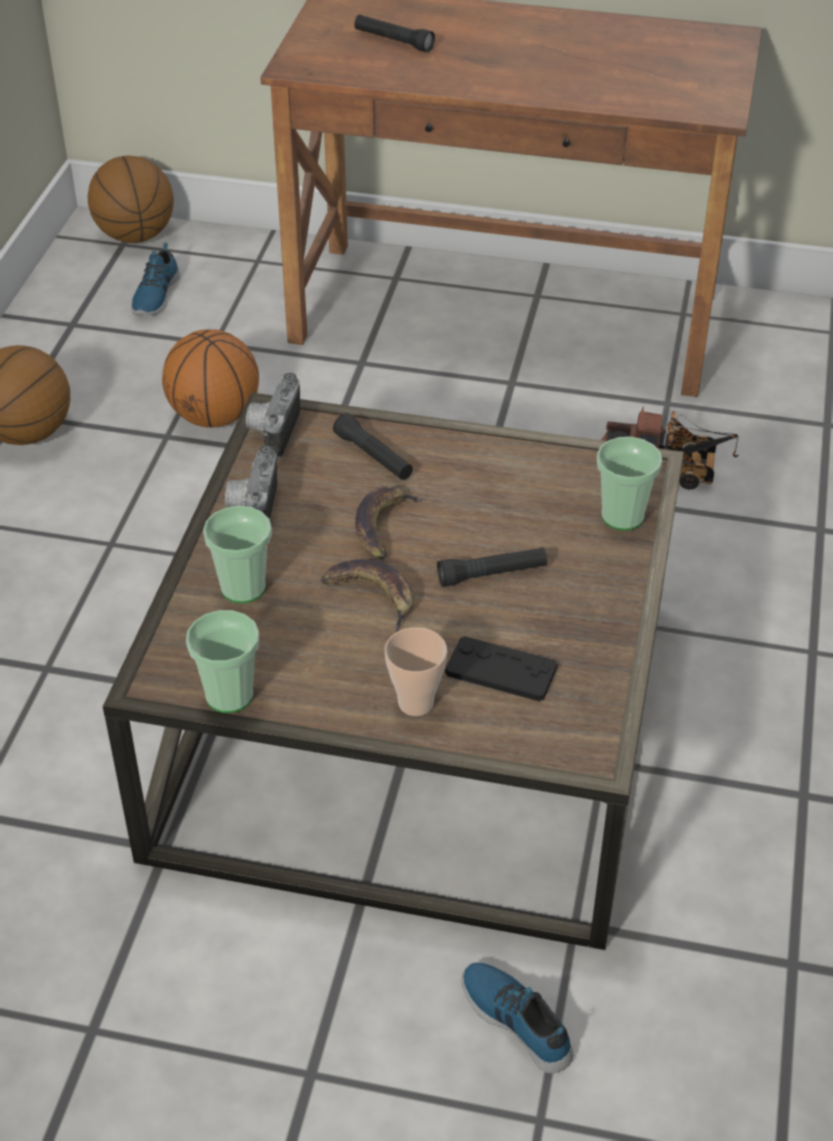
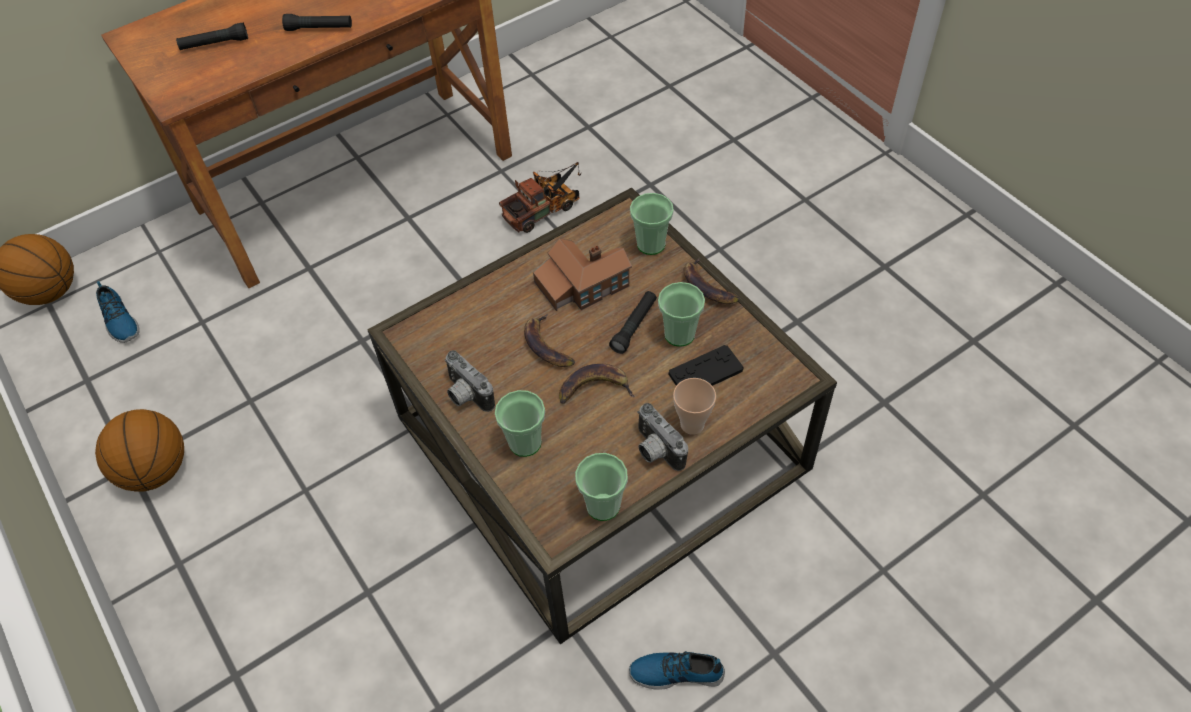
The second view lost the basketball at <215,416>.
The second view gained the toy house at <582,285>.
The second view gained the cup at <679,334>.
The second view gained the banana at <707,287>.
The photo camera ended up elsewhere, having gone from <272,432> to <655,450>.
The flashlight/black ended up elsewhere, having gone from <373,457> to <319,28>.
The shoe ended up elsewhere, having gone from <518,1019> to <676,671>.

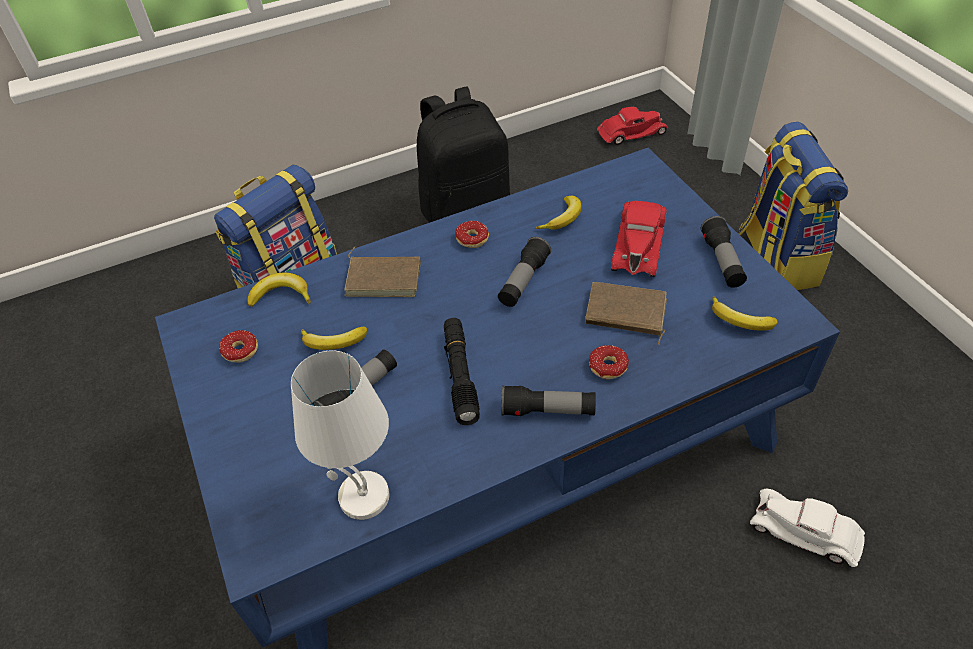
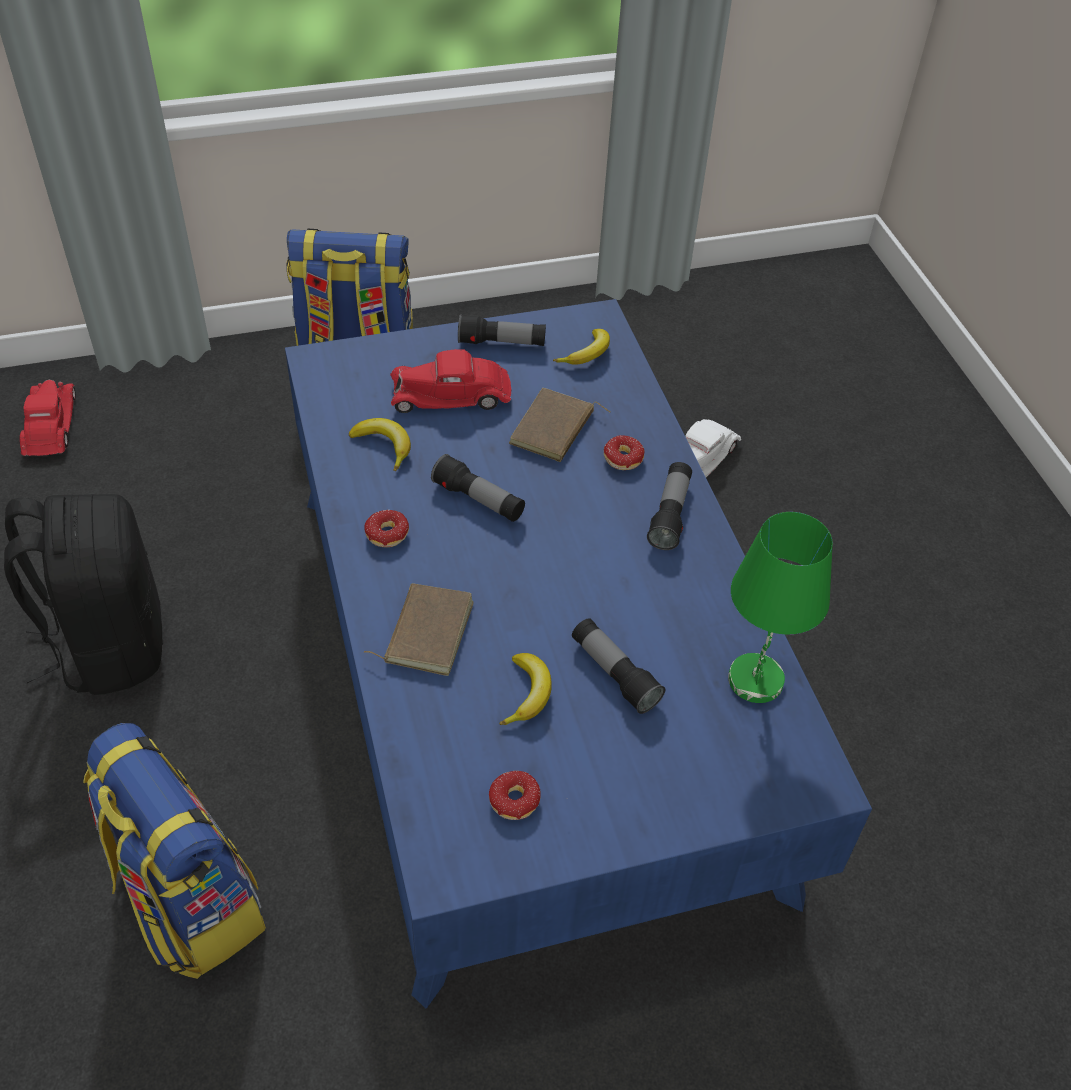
The second view lost the banana at <281,295>.
The second view lost the flashlight/black at <460,375>.
What was the table lamp/white at <362,497> turned into the table lamp/green at <756,681>.
The toy car/red at <638,243> ended up facing another way, 150 degrees clockwise from before.

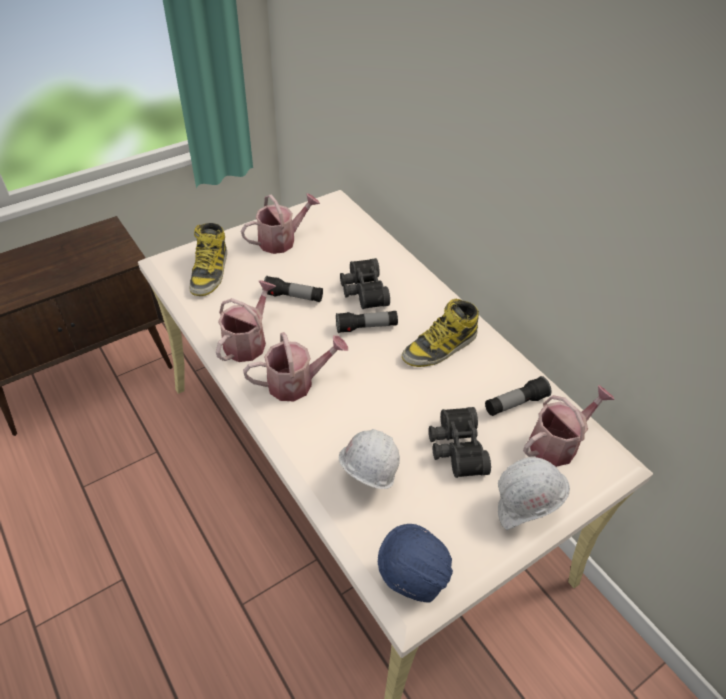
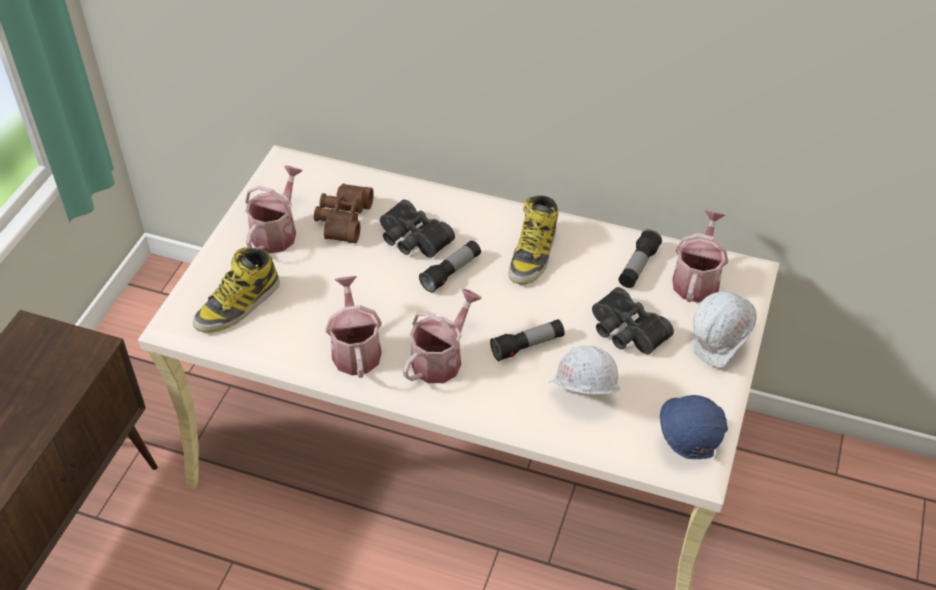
The second view gained the binoculars/brown at <342,220>.
The flashlight ended up elsewhere, having gone from <293,297> to <527,346>.
The boot at <210,271> ended up facing another way, 75 degrees clockwise from before.

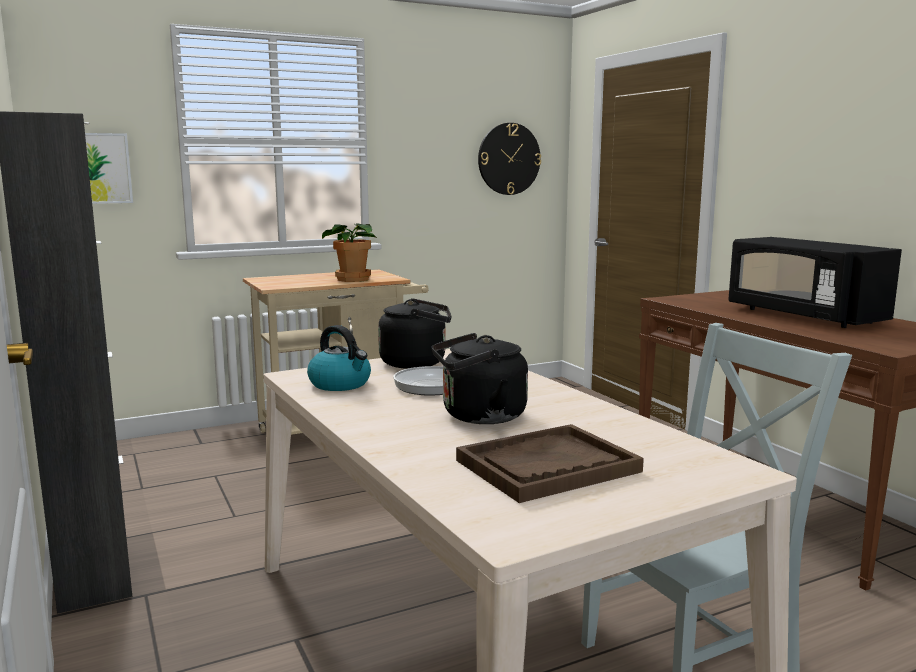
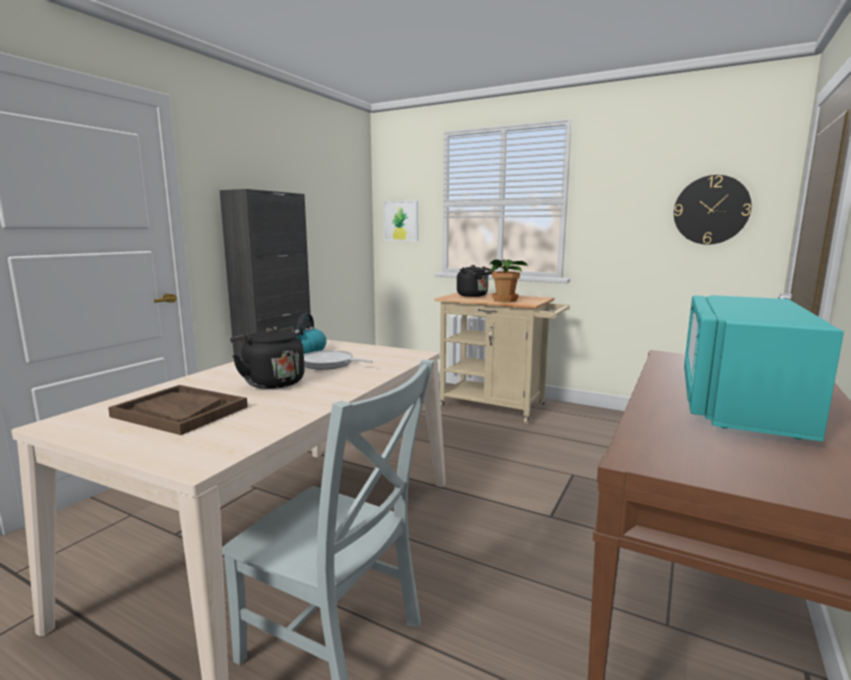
The kettle/black ended up elsewhere, having gone from <417,363> to <474,296>.
What was the microwave/black at <802,316> turned into the microwave/turquoise at <739,404>.

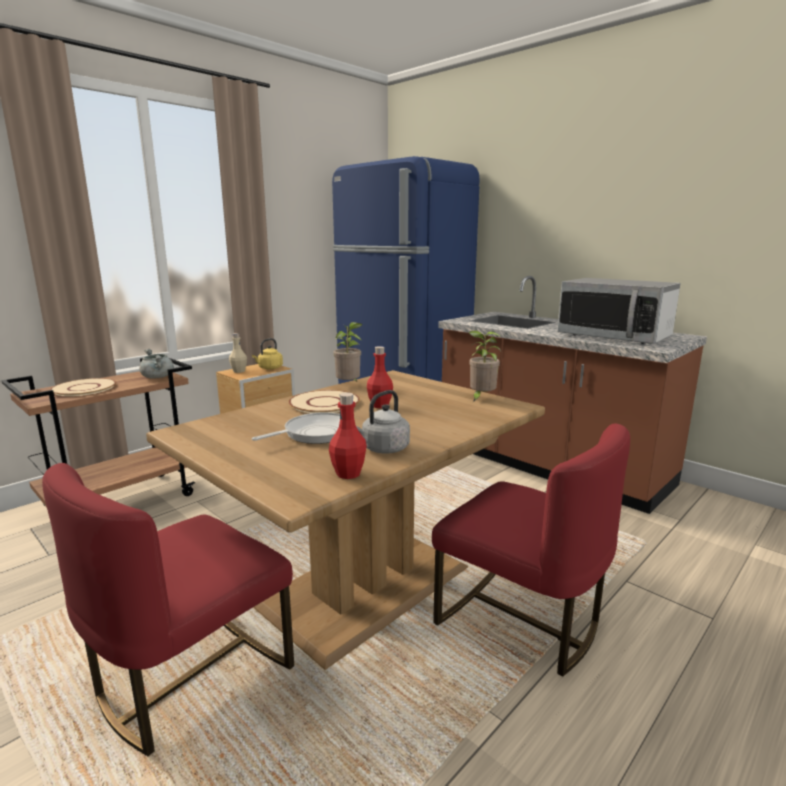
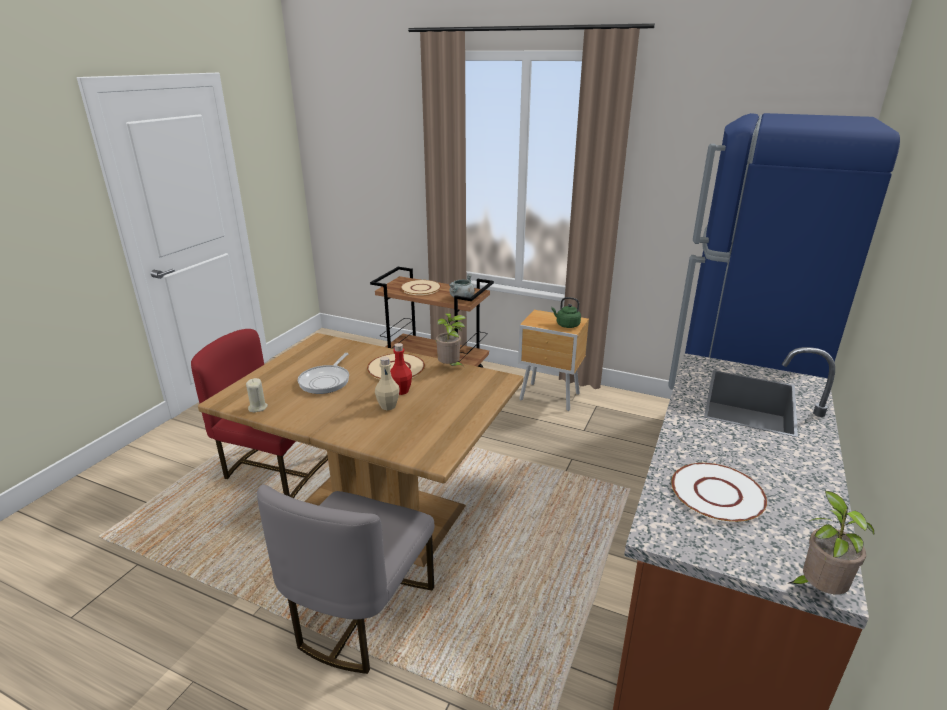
The second view lost the kettle/grey at <383,449>.
The bottle/beige ended up elsewhere, having gone from <239,371> to <388,406>.
The potted plant ended up elsewhere, having gone from <481,398> to <817,590>.
Where the bottle/red stood at <348,474>, the candle/beige came to stand at <257,407>.
Where the microwave stood at <614,337>, the plate/white came to stand at <717,494>.
What was the kettle/yellow at <269,368> turned into the kettle/green at <566,325>.
What was the chair/red at <521,620> turned into the chair/grey at <360,614>.
The frying pan at <315,434> ended up facing another way, 75 degrees clockwise from before.

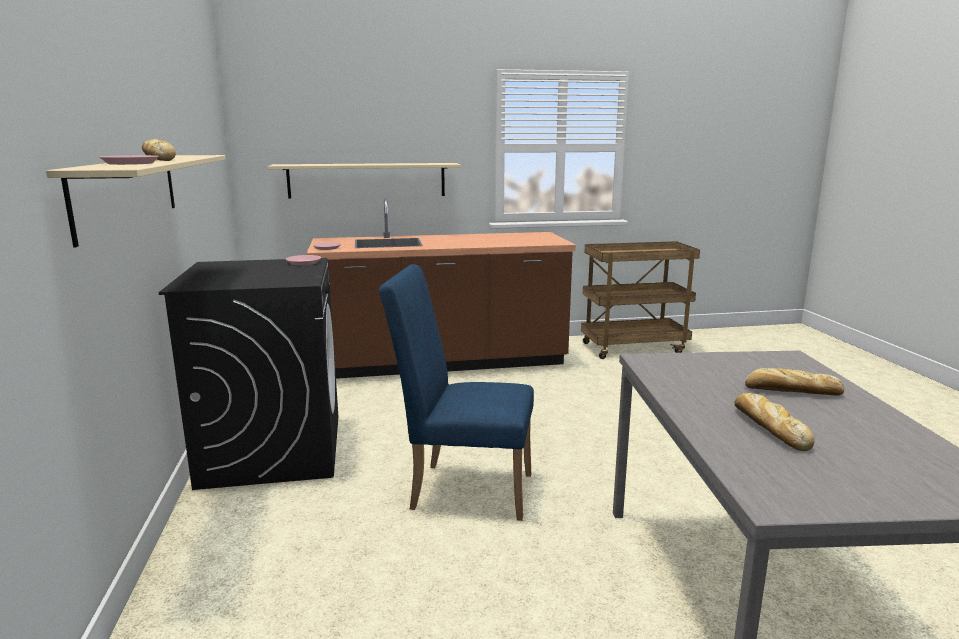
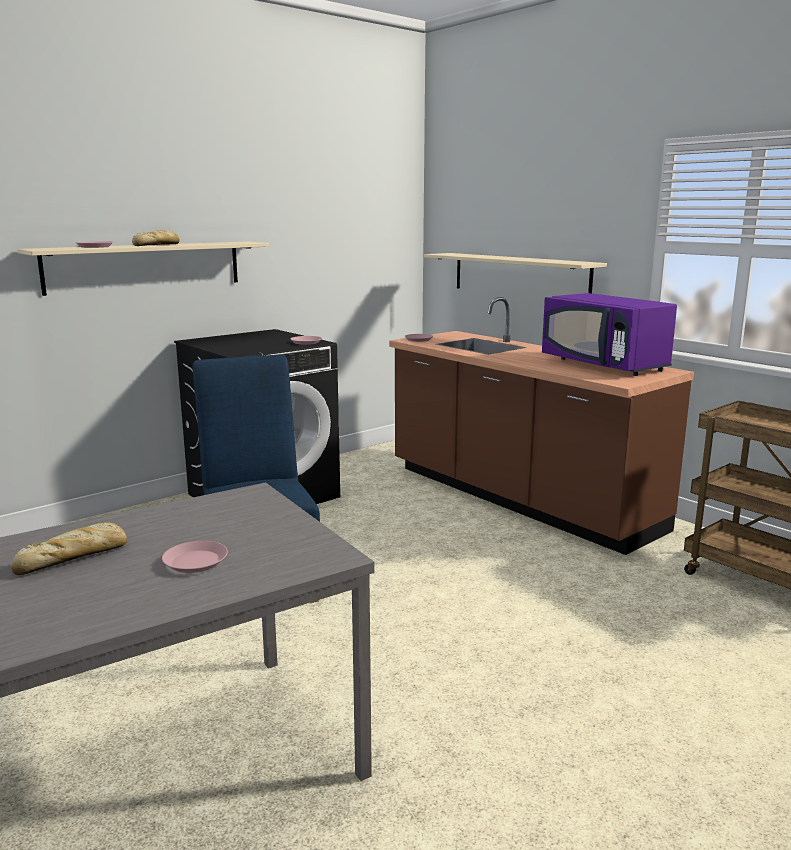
The second view gained the microwave/purple at <604,365>.
Where the bread stood at <791,391>, the plate/pink came to stand at <195,562>.

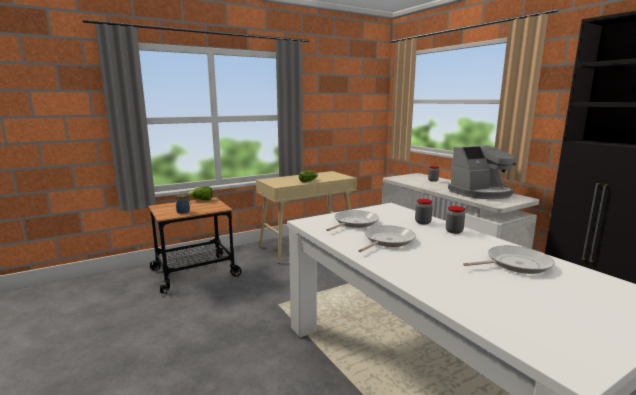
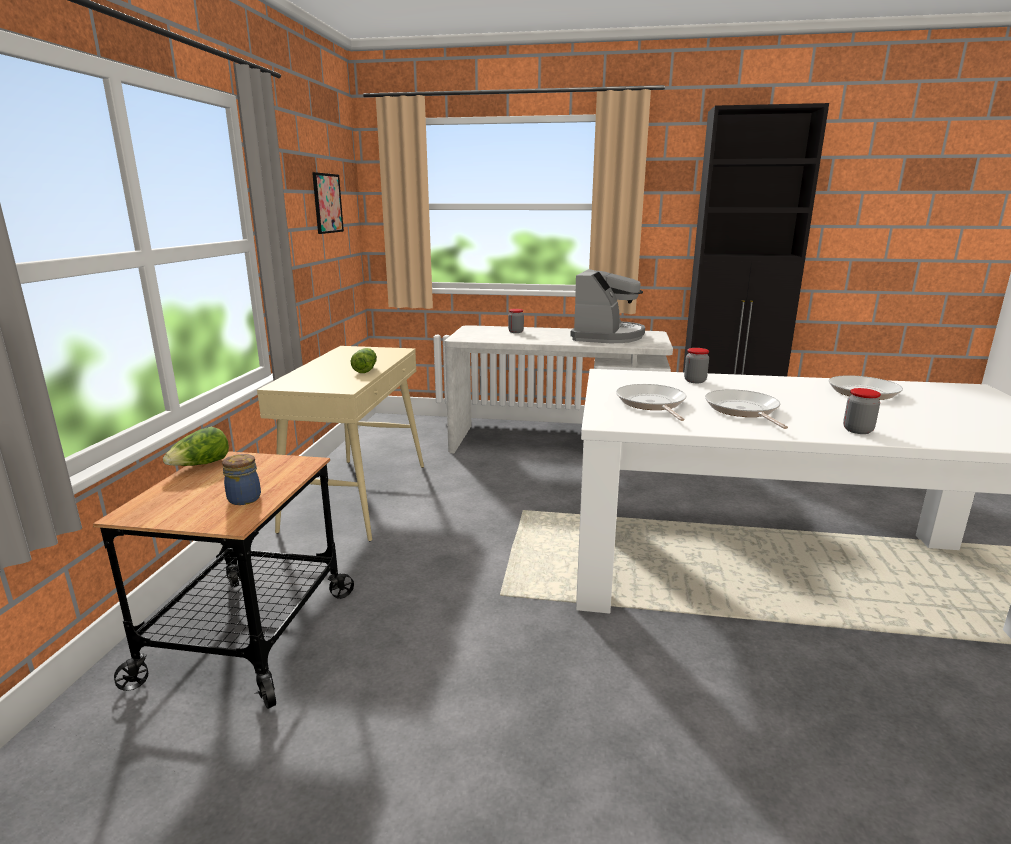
The second view gained the picture at <327,203>.
The jar ended up elsewhere, having gone from <454,231> to <857,430>.

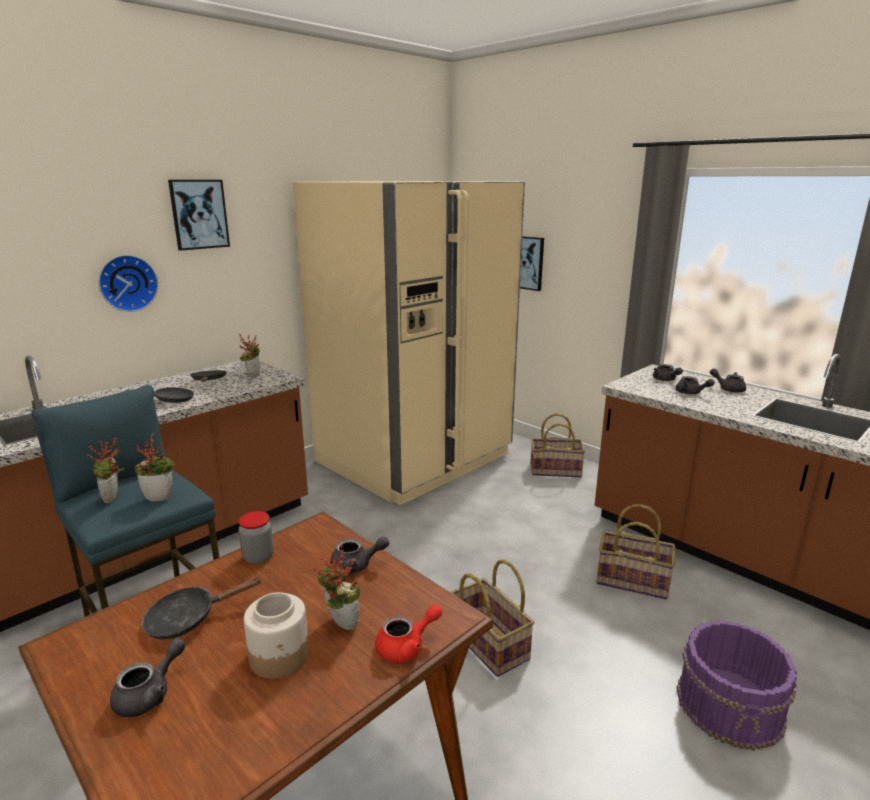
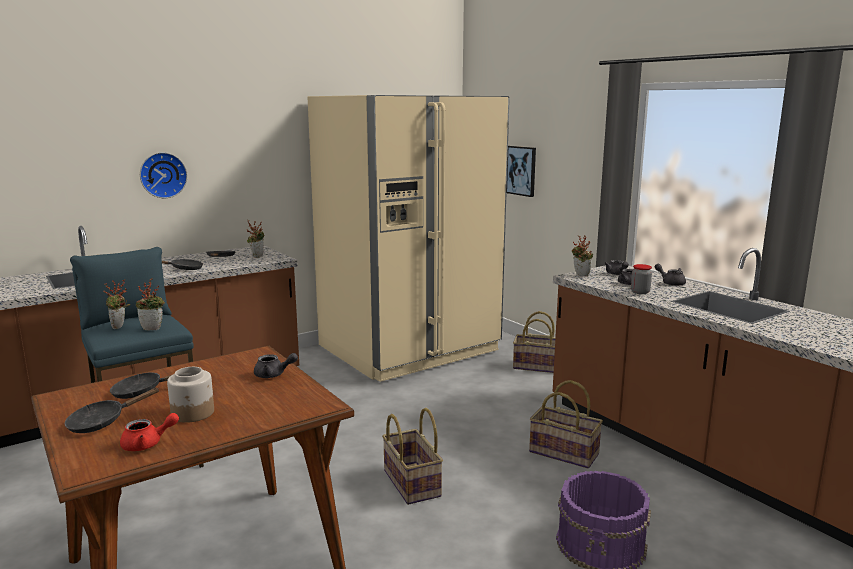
The second view lost the picture at <199,214>.
The jar ended up elsewhere, having gone from <258,557> to <640,292>.
The potted plant ended up elsewhere, having gone from <339,624> to <580,275>.
The teapot/red ended up elsewhere, having gone from <407,647> to <147,444>.
Where the teapot/grey stood at <150,694>, the frying pan/black came to stand at <102,422>.

